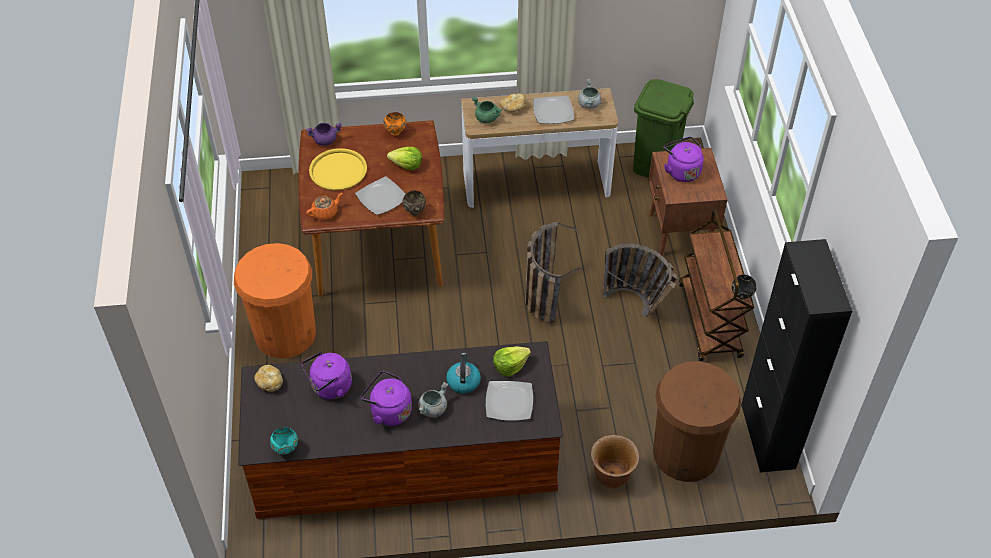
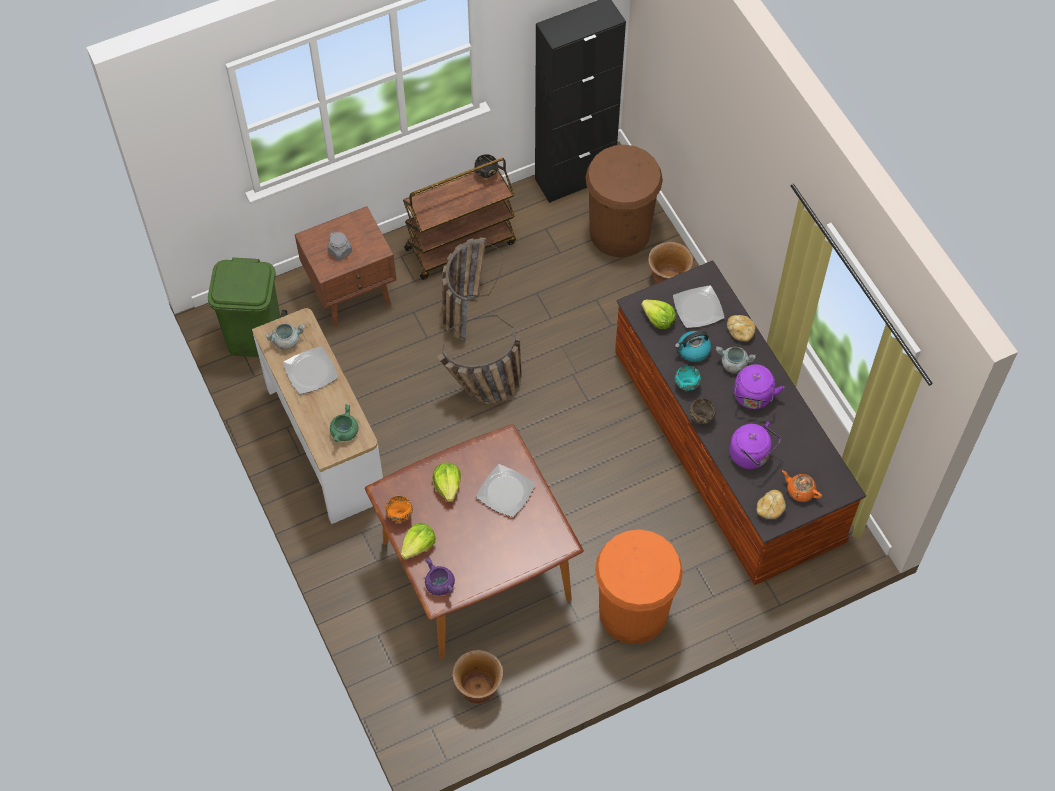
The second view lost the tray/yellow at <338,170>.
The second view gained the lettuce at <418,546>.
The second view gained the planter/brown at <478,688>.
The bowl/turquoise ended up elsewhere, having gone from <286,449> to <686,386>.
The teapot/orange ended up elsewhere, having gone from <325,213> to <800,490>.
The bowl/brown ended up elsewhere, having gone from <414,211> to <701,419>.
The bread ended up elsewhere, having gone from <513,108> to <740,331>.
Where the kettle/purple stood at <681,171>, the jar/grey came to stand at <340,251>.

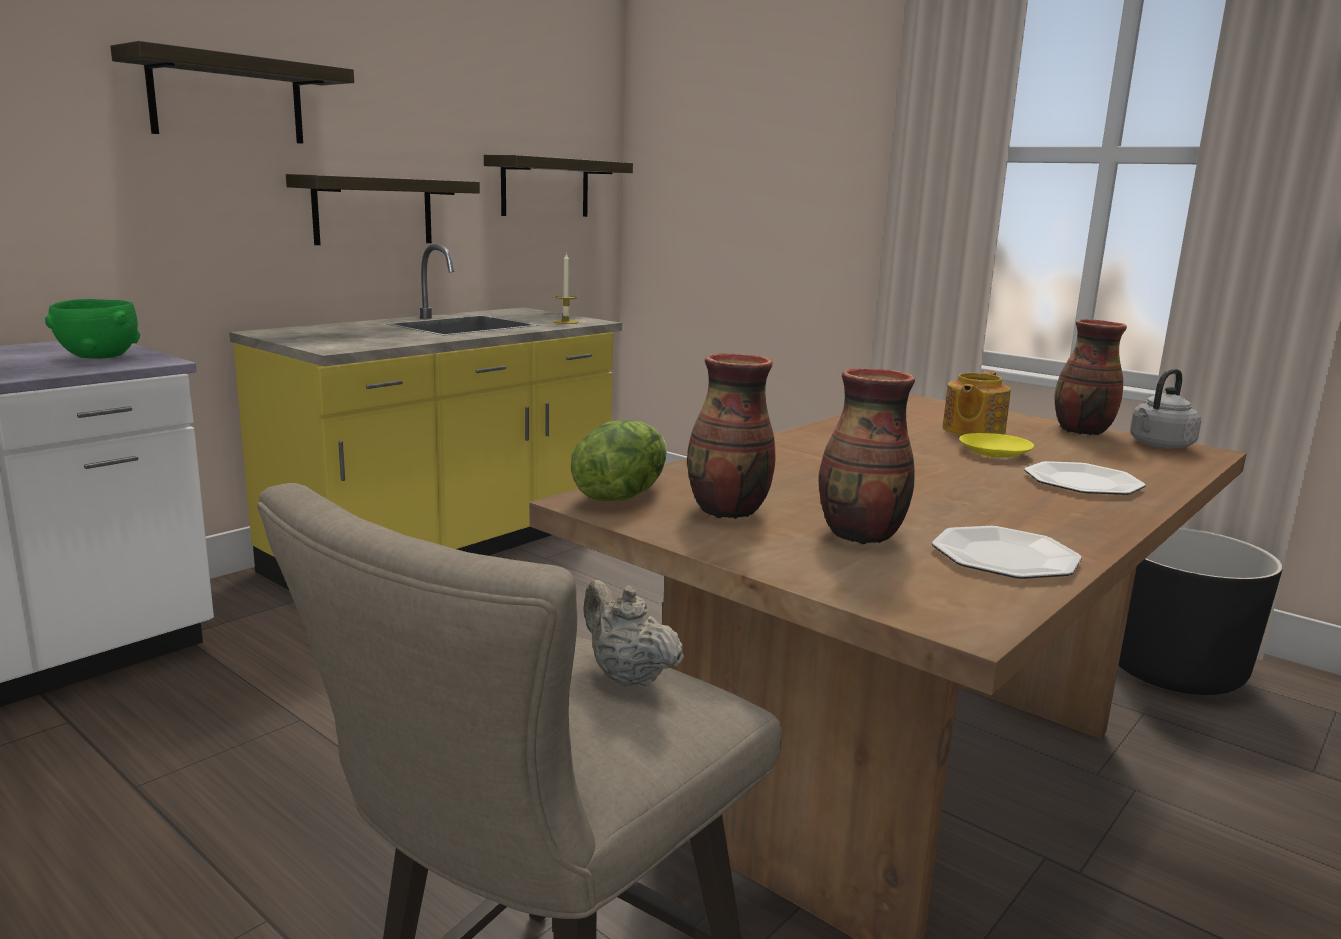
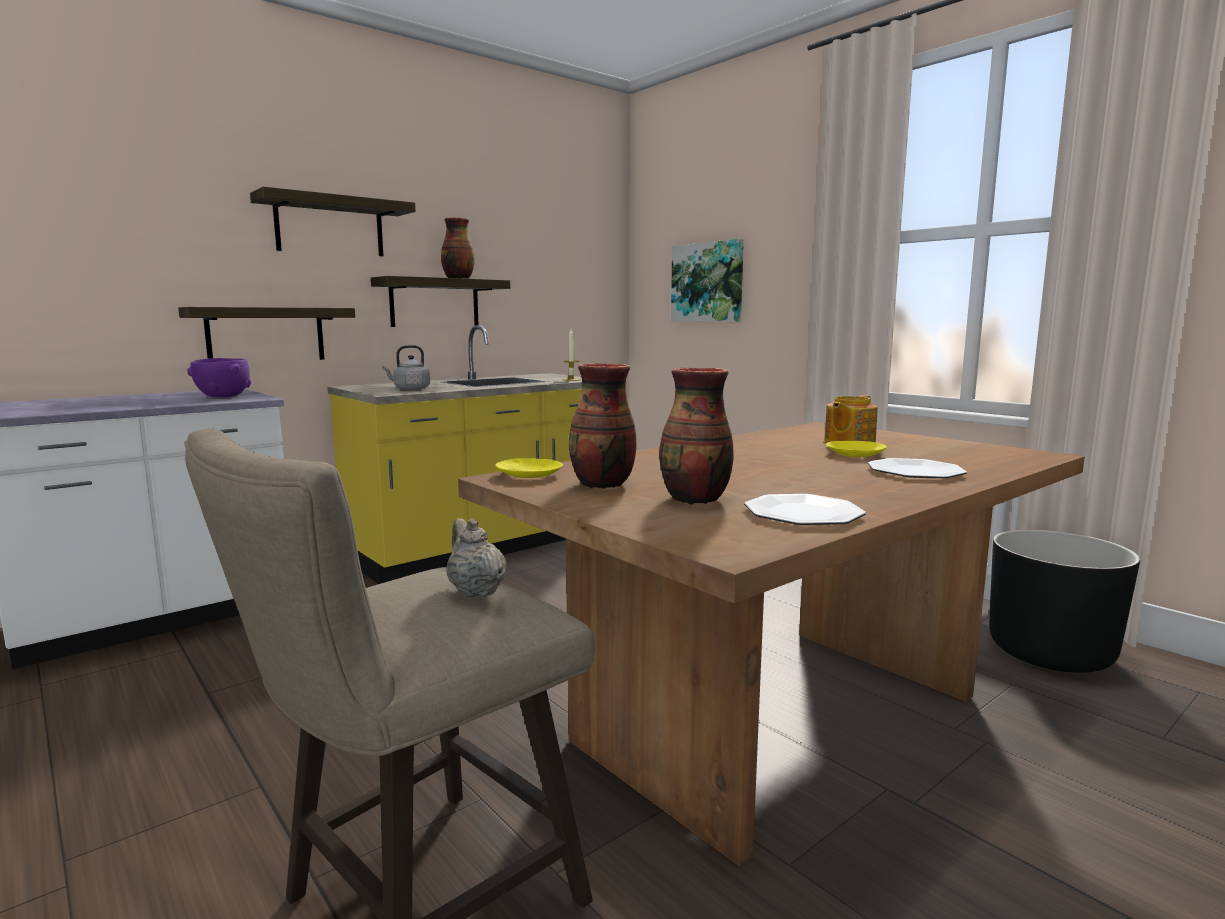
The second view gained the picture at <708,282>.
The shelf ended up elsewhere, having gone from <545,187> to <266,334>.
The vase ended up elsewhere, having gone from <1081,431> to <457,279>.
The kettle/grey ended up elsewhere, having gone from <1159,445> to <410,389>.
Where the lettuce stood at <620,495>, the plate/yellow came to stand at <528,475>.
What was the bowl/green at <99,357> turned into the bowl/purple at <223,397>.

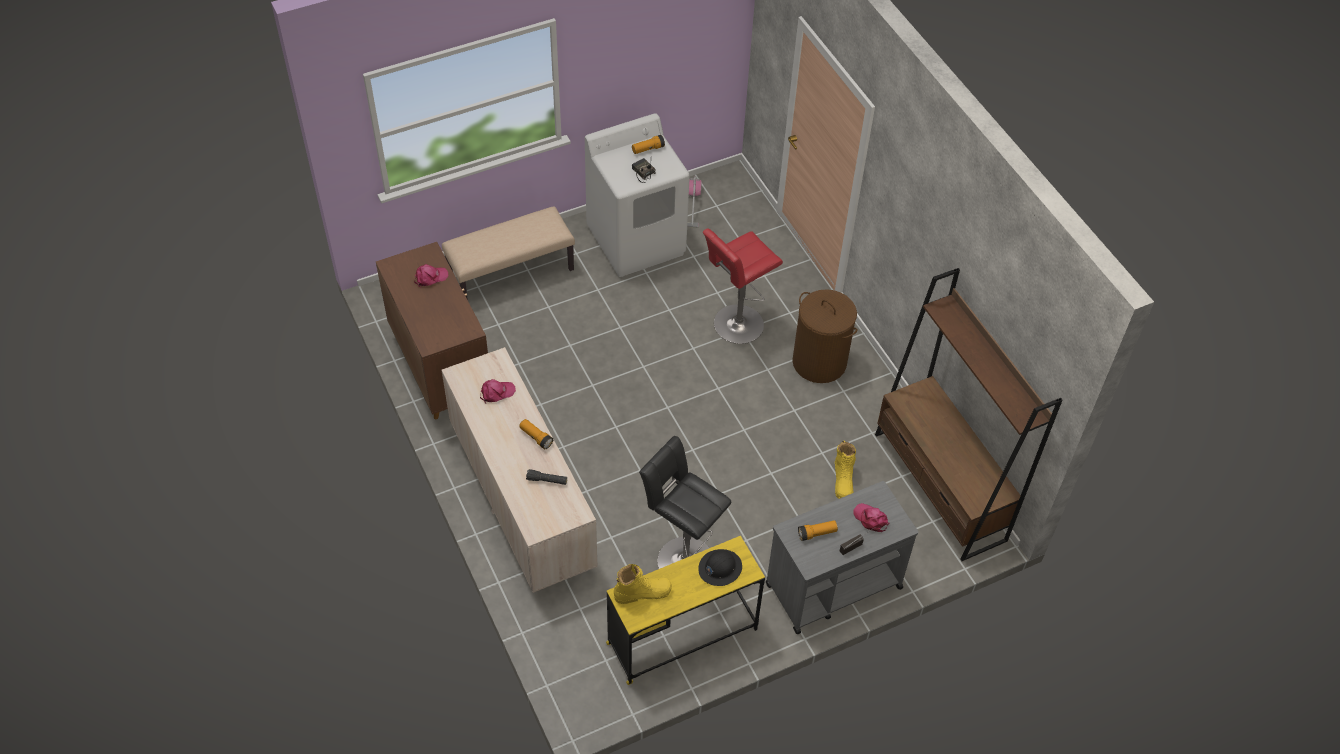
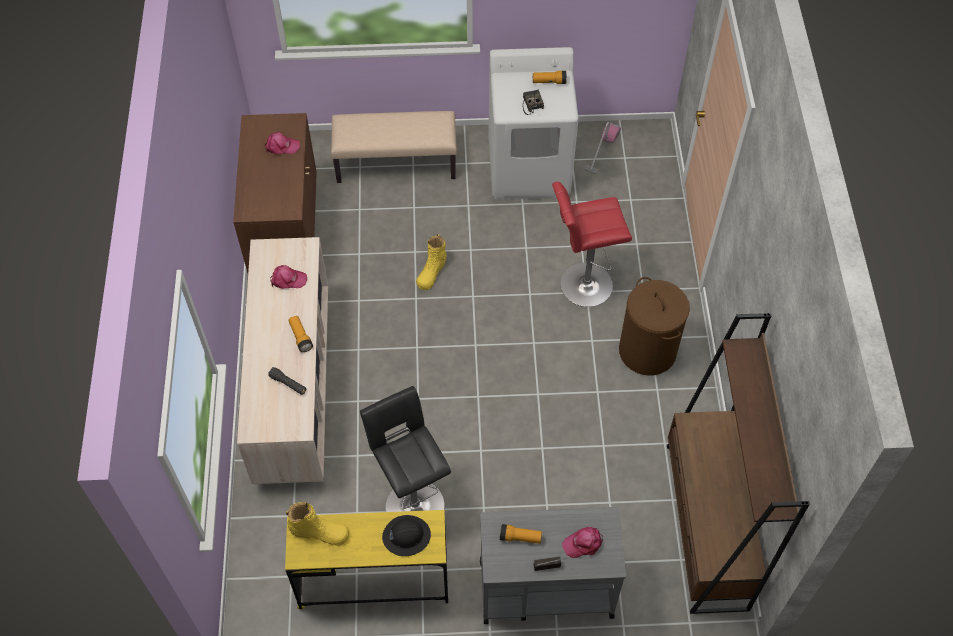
The boot/yellow ended up elsewhere, having gone from <843,480> to <431,271>.
The cap/pink at <871,519> ended up facing another way, 90 degrees counterclockwise from before.

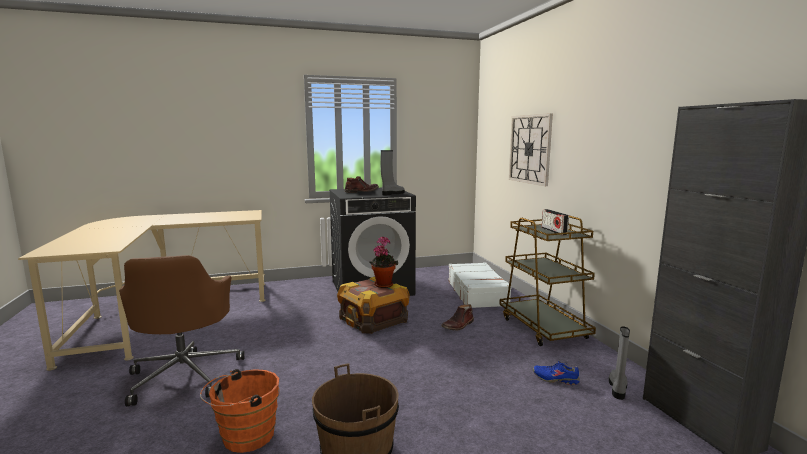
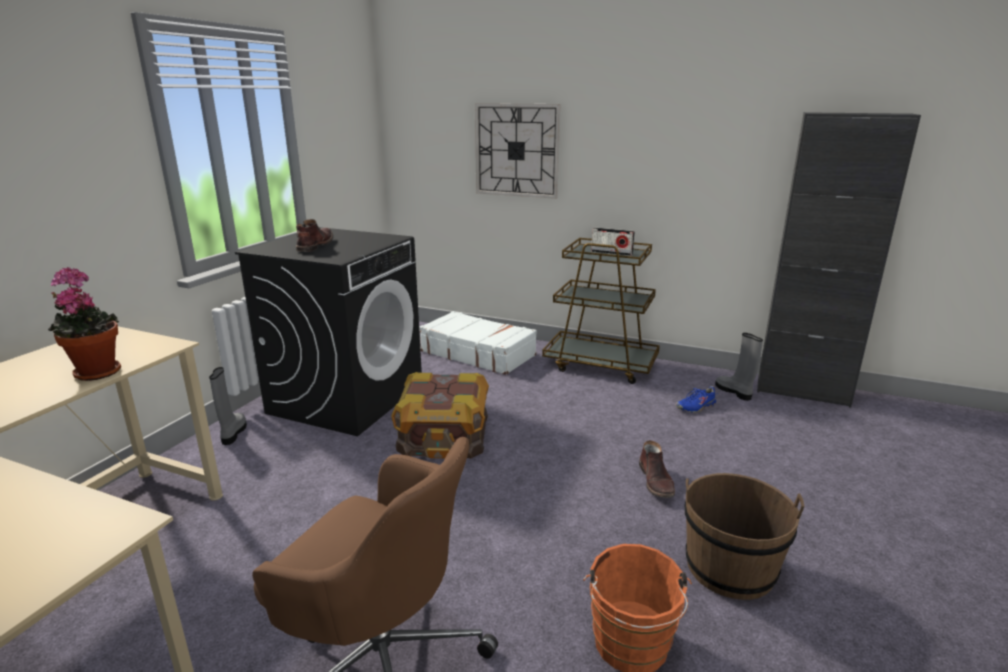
The potted plant ended up elsewhere, having gone from <383,284> to <95,371>.
The boot/grey ended up elsewhere, having gone from <392,194> to <233,433>.
The boot/brown ended up elsewhere, having gone from <458,325> to <656,481>.

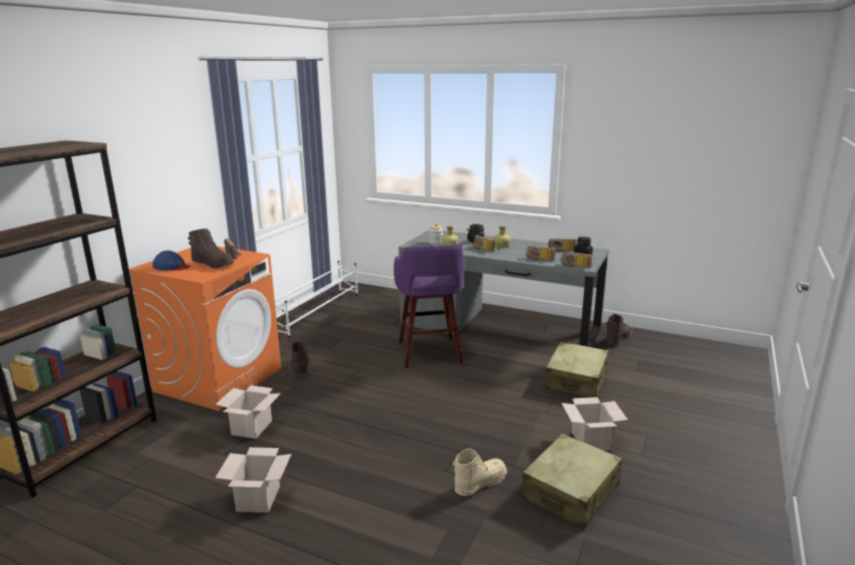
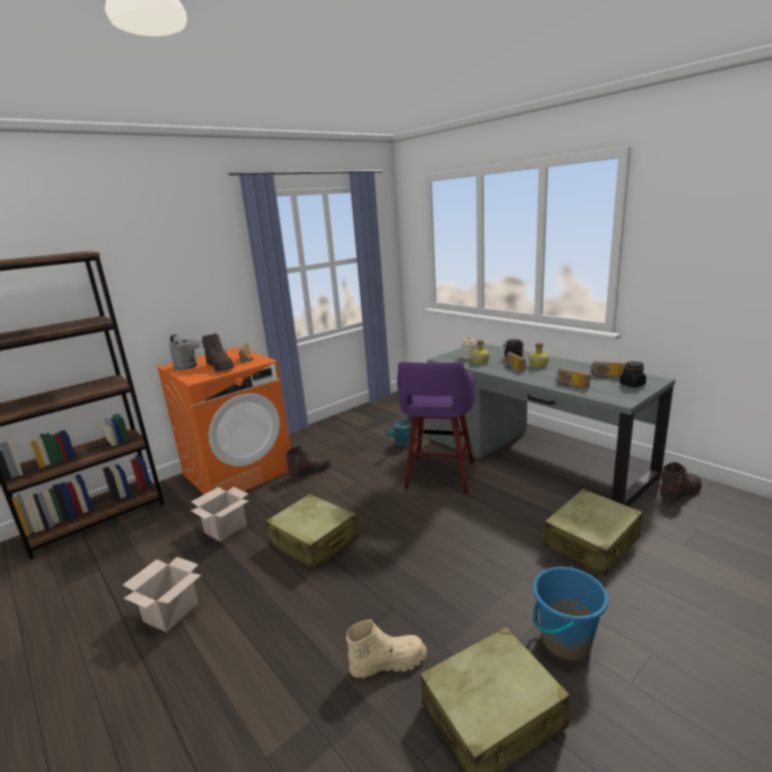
The second view lost the shoe rack/white at <317,312>.
The second view lost the radio at <575,266>.
The second view gained the suitcase/beige at <314,542>.
The second view gained the watering can/turquoise at <402,445>.
Where the cap/blue stood at <172,266>, the watering can/grey came to stand at <188,367>.
Where the cardboard box stood at <591,441>, the bucket/blue came to stand at <565,640>.
The boot/brown at <300,367> ended up facing another way, 45 degrees clockwise from before.

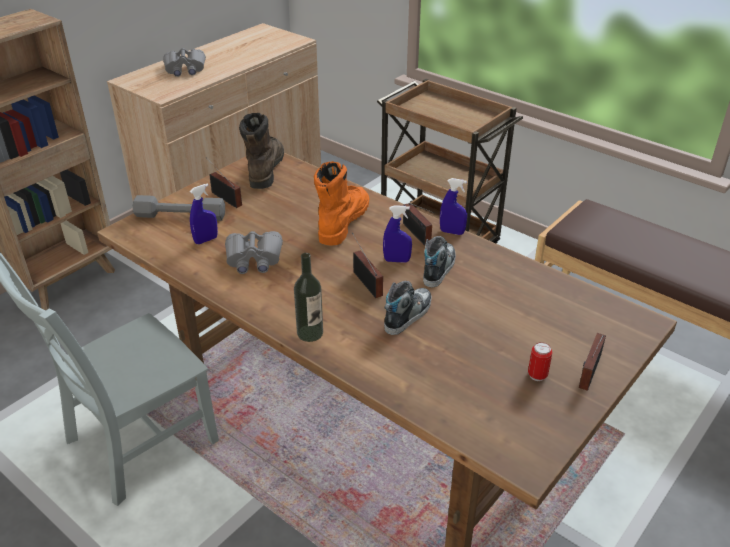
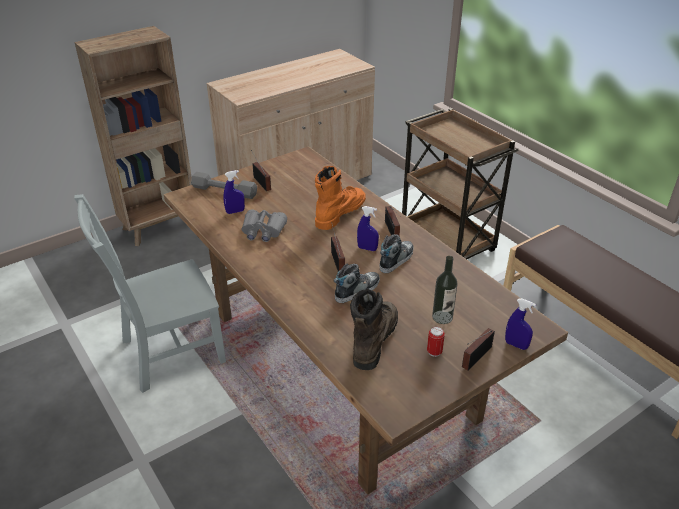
The second view lost the binoculars/grey at <185,69>.
The boot/brown ended up elsewhere, having gone from <265,169> to <373,339>.
The bottle ended up elsewhere, having gone from <310,333> to <442,317>.
The spray bottle/blue ended up elsewhere, having gone from <452,232> to <516,345>.

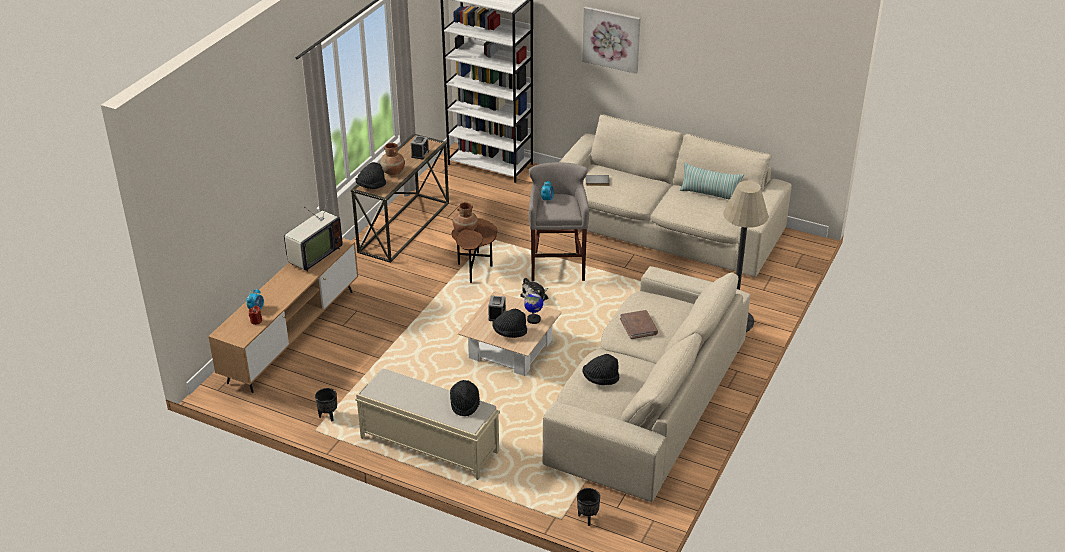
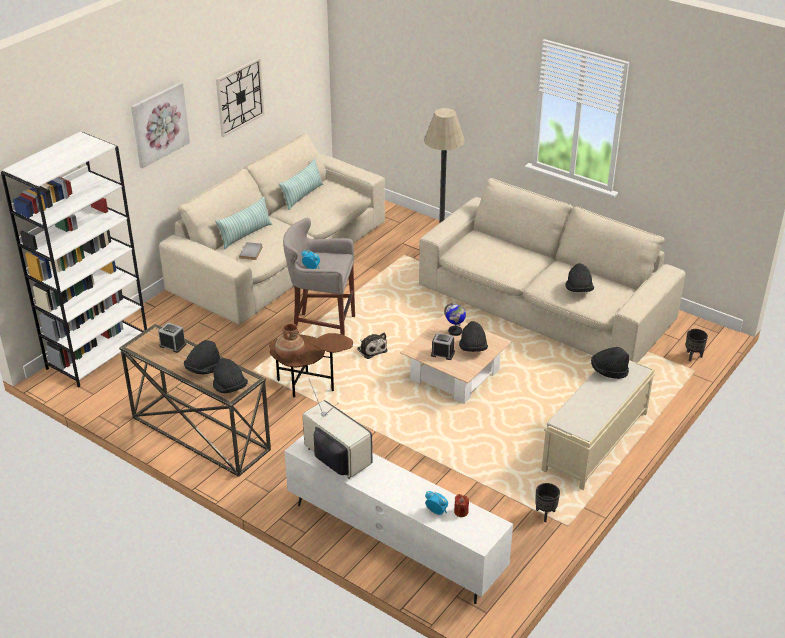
The second view lost the book/brown at <638,326>.
The second view gained the pillow at <245,234>.
The second view gained the wall clock at <239,97>.
Where the vase/brown stood at <393,172>, the hat/black came to stand at <203,369>.
What was the tv stand/brown at <292,336> turned into the tv stand/white at <395,541>.

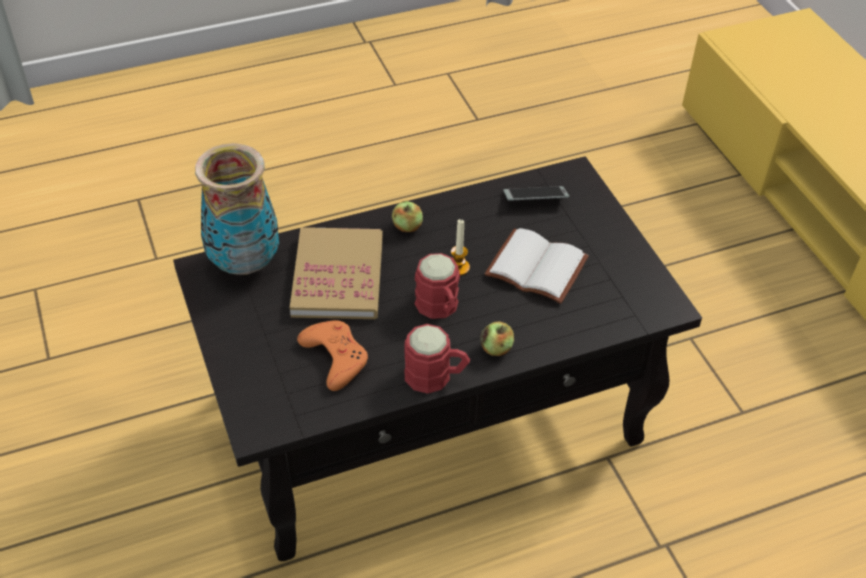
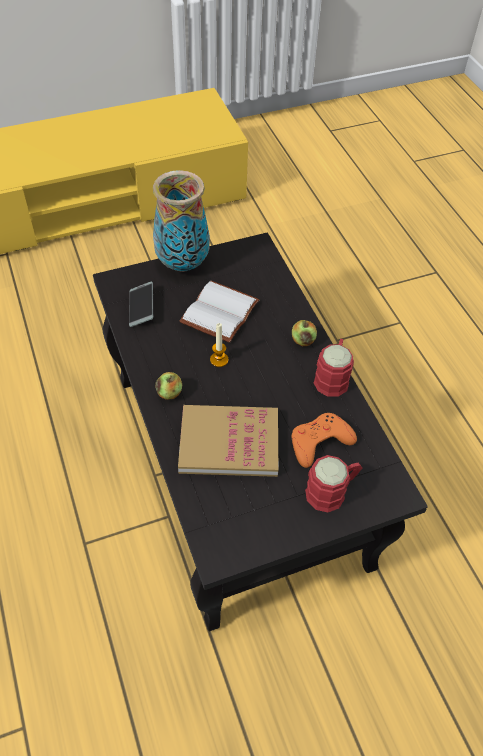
The vase ended up elsewhere, having gone from <244,263> to <182,264>.
The mug/red ended up elsewhere, having gone from <440,308> to <332,491>.

